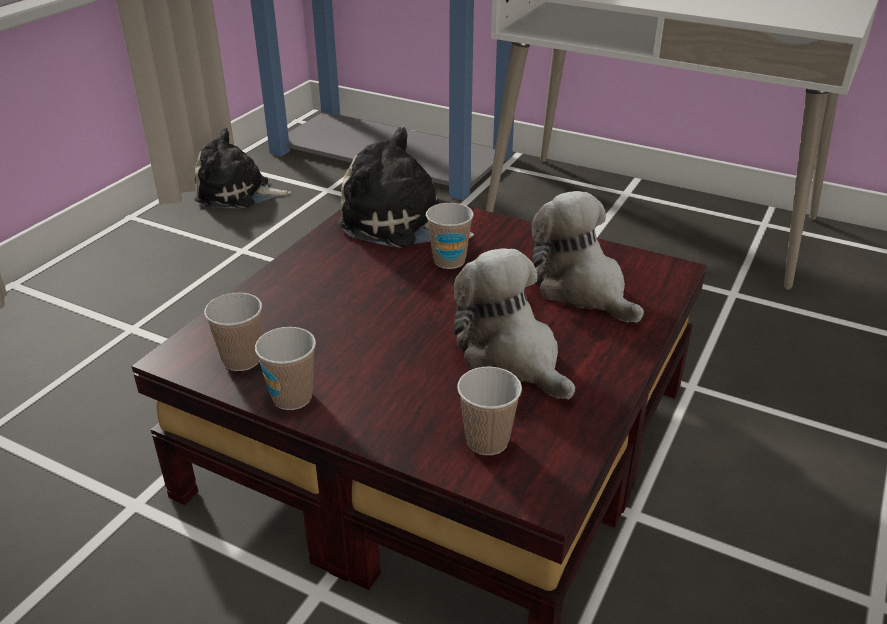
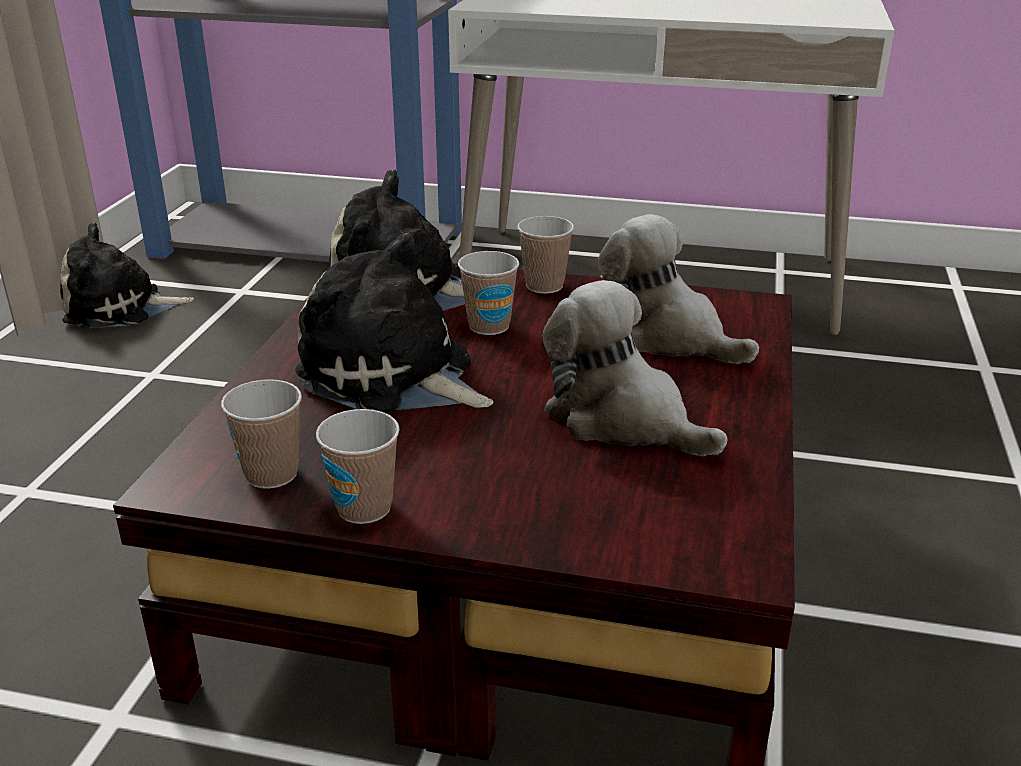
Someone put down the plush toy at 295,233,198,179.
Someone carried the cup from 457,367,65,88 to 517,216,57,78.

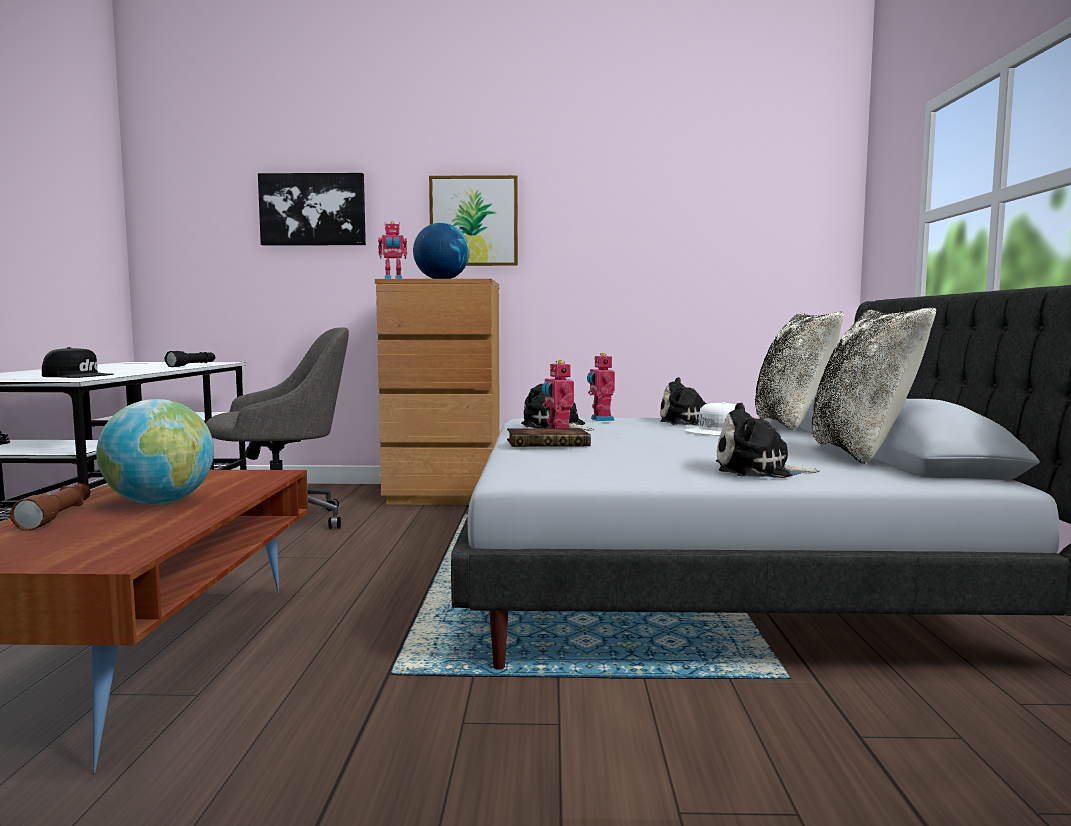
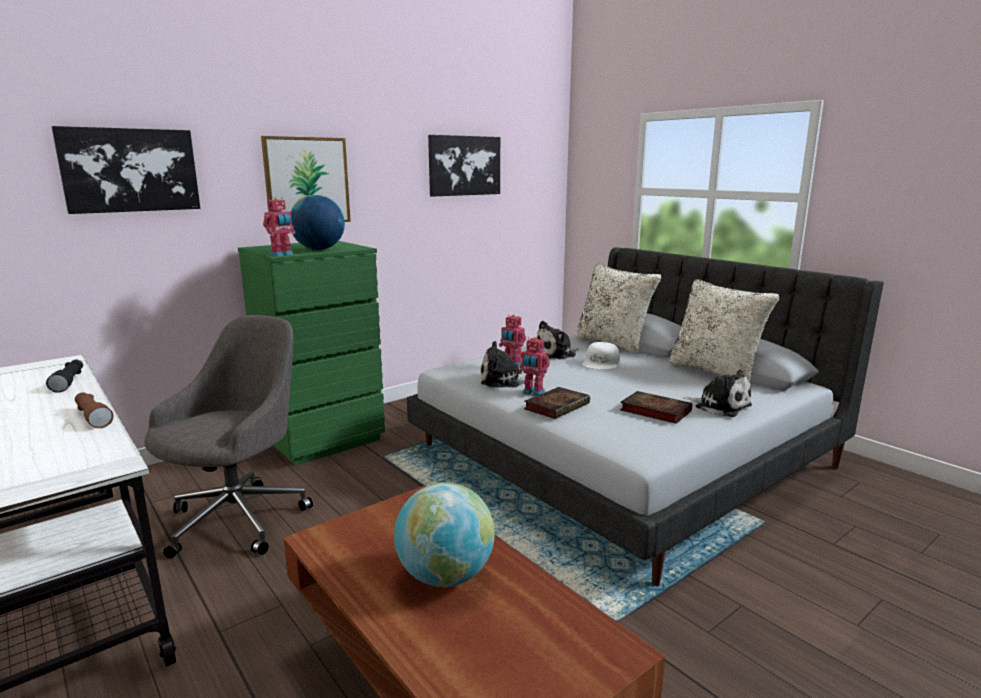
Someone carried the brown flashlight from 10,483,81,48 to 75,393,38,35.
Someone repainted the brown dresser at 375,279,125,226, which became the green dresser at 238,241,147,224.
Someone put up the picture at 428,135,72,62.
Someone put down the book at 620,391,72,33.
Someone rotated the plush toy at 716,402,104,76 by 105 degrees counterclockwise.
Someone took away the black cap at 42,347,72,31.

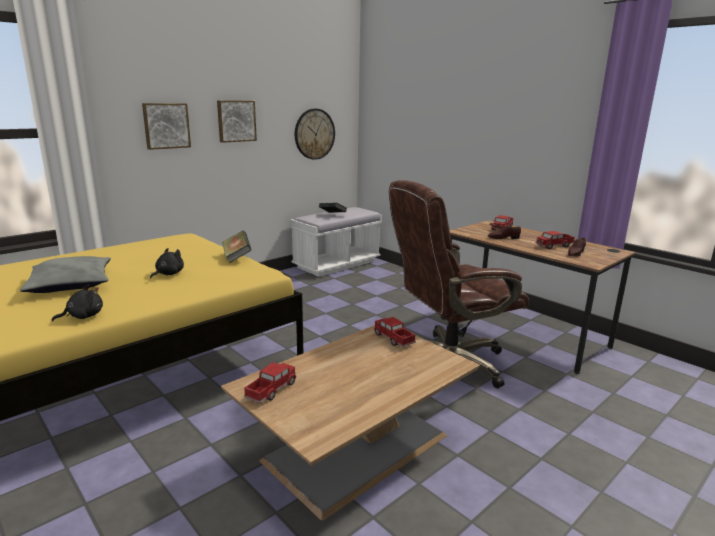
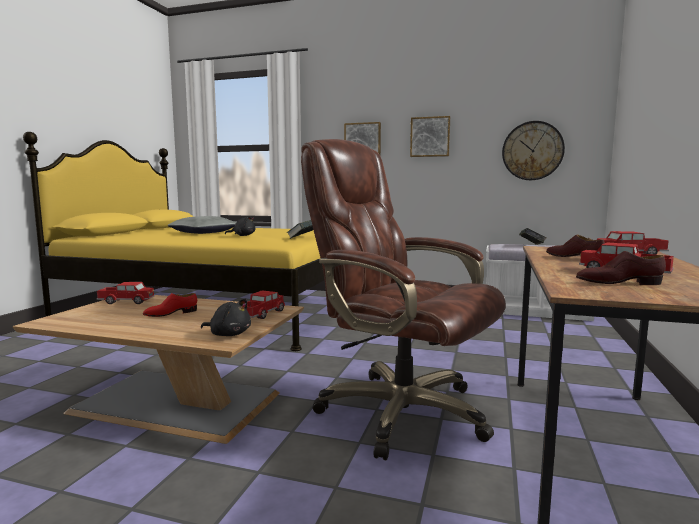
Someone put down the red shoe at 143,293,54,24.
Someone carried the black plush toy from 52,284,51,38 to 201,299,50,37.

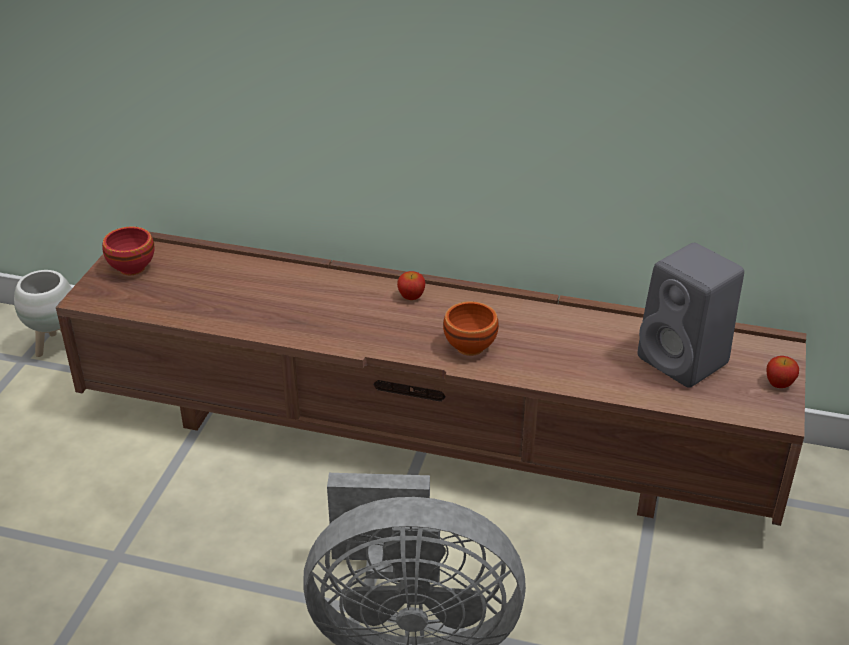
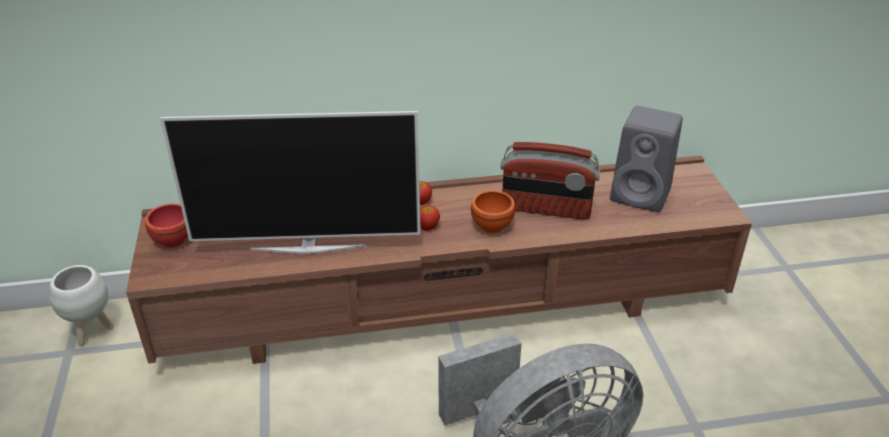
Someone put down the television at 160,111,261,143.
Someone carried the apple from 766,356,33,32 to 420,205,20,26.
Someone put down the radio at 501,142,99,78.

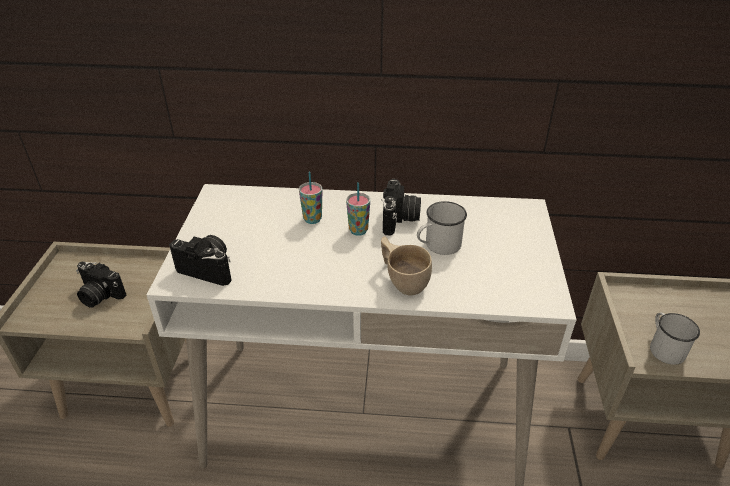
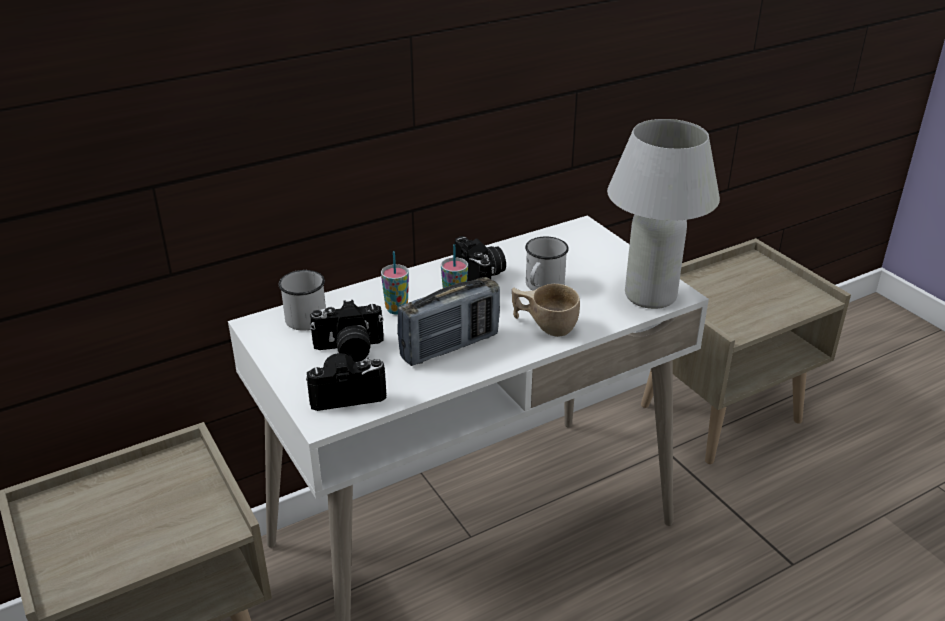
Someone carried the white mug from 650,312,50,53 to 279,270,47,61.
Someone carried the photo camera from 76,261,51,47 to 310,300,74,62.
Someone put down the radio at 397,277,103,89.
Someone put down the white table lamp at 607,119,113,190.

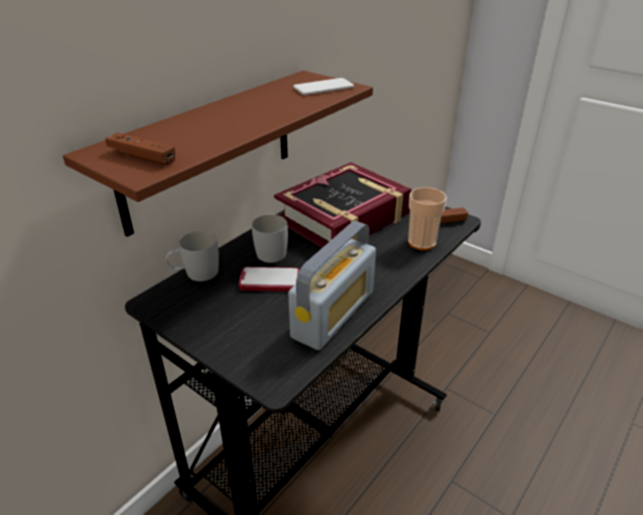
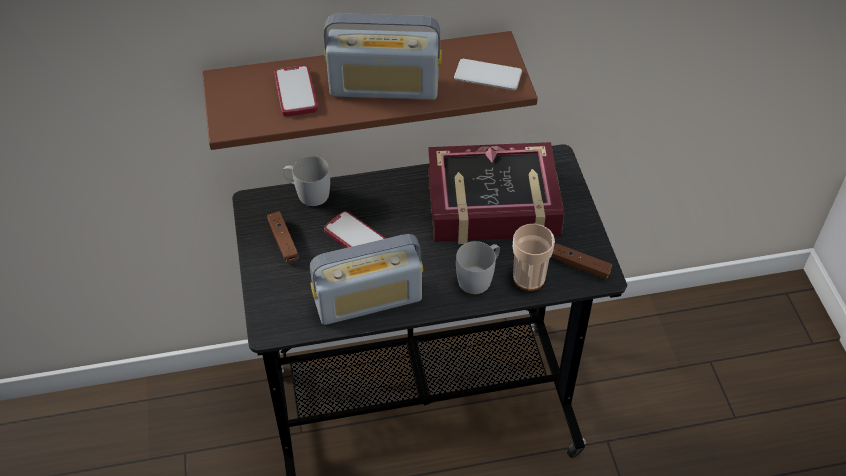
Someone carried the brown game controller from 105,132,71,33 to 267,211,32,52.
Someone put down the phone at 274,66,44,51.
Someone put down the radio at 324,13,118,87.
Someone carried the white mug from 252,215,36,48 to 456,241,44,53.

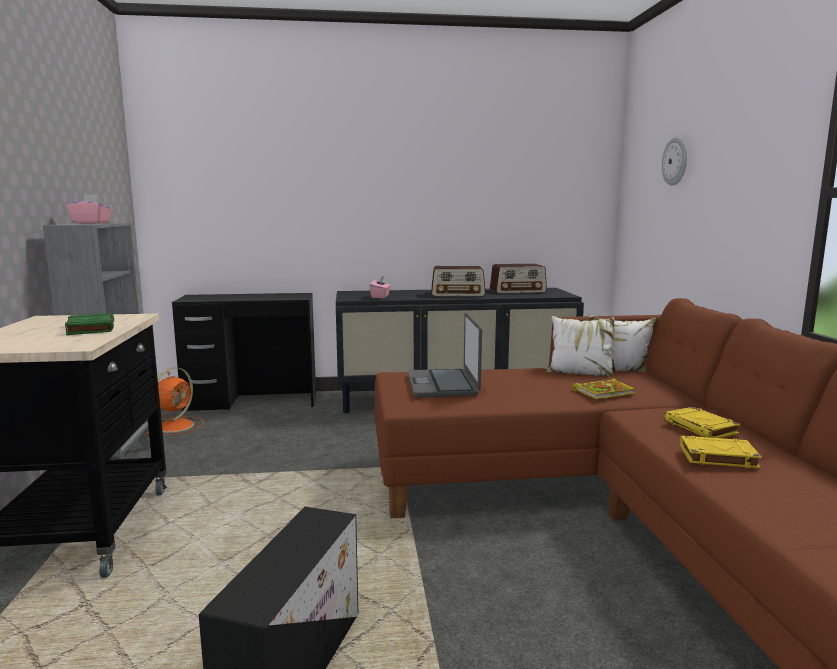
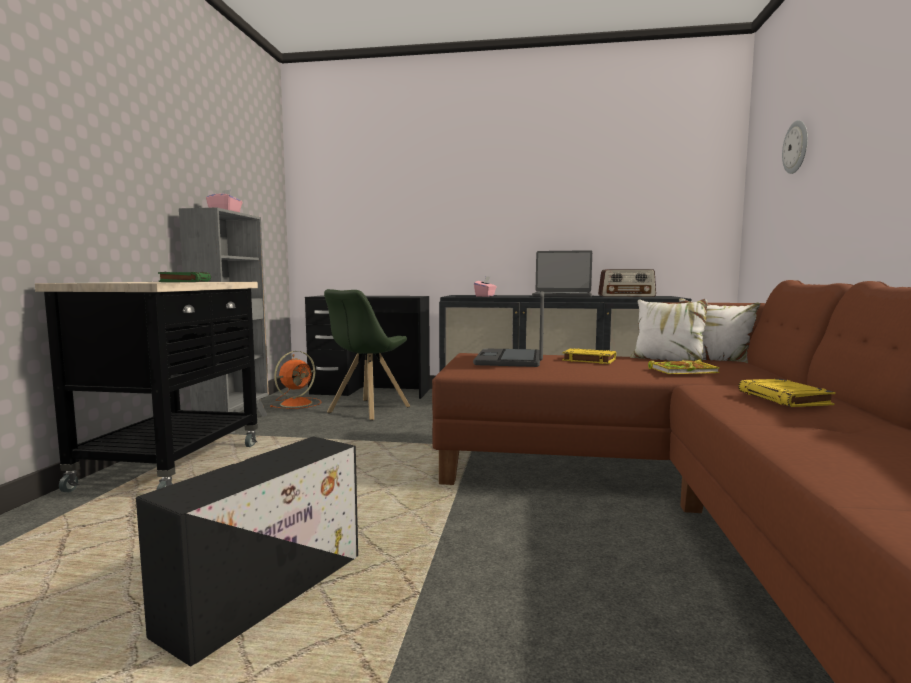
Someone put down the green chair at 324,289,87,131.
Someone swapped the radio at 431,266,55,31 for the laptop at 532,250,60,48.
Someone carried the yellow book from 680,436,82,32 to 562,348,54,16.

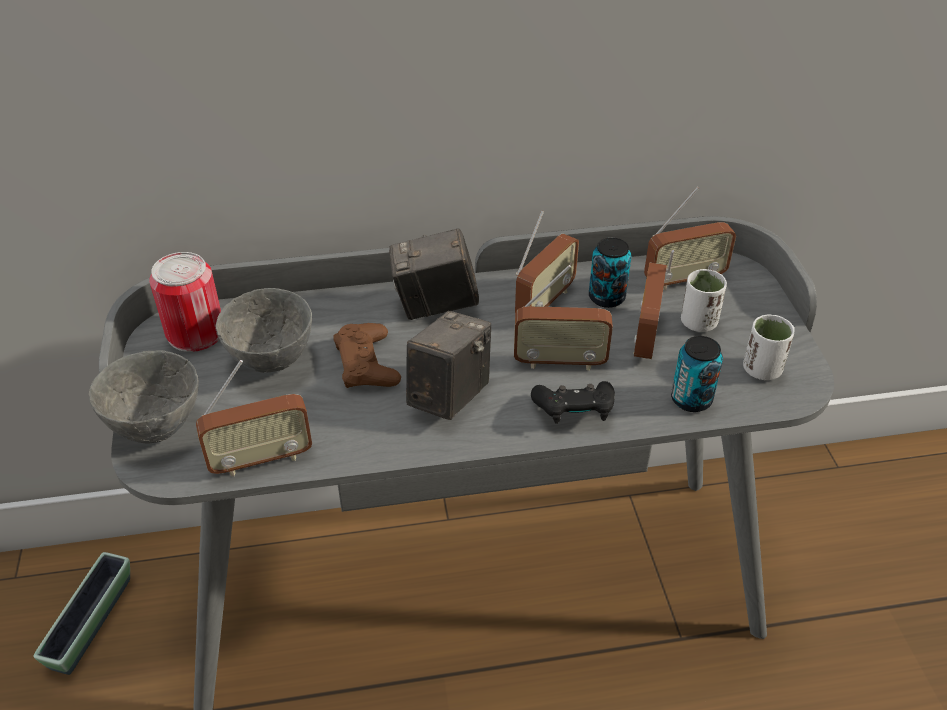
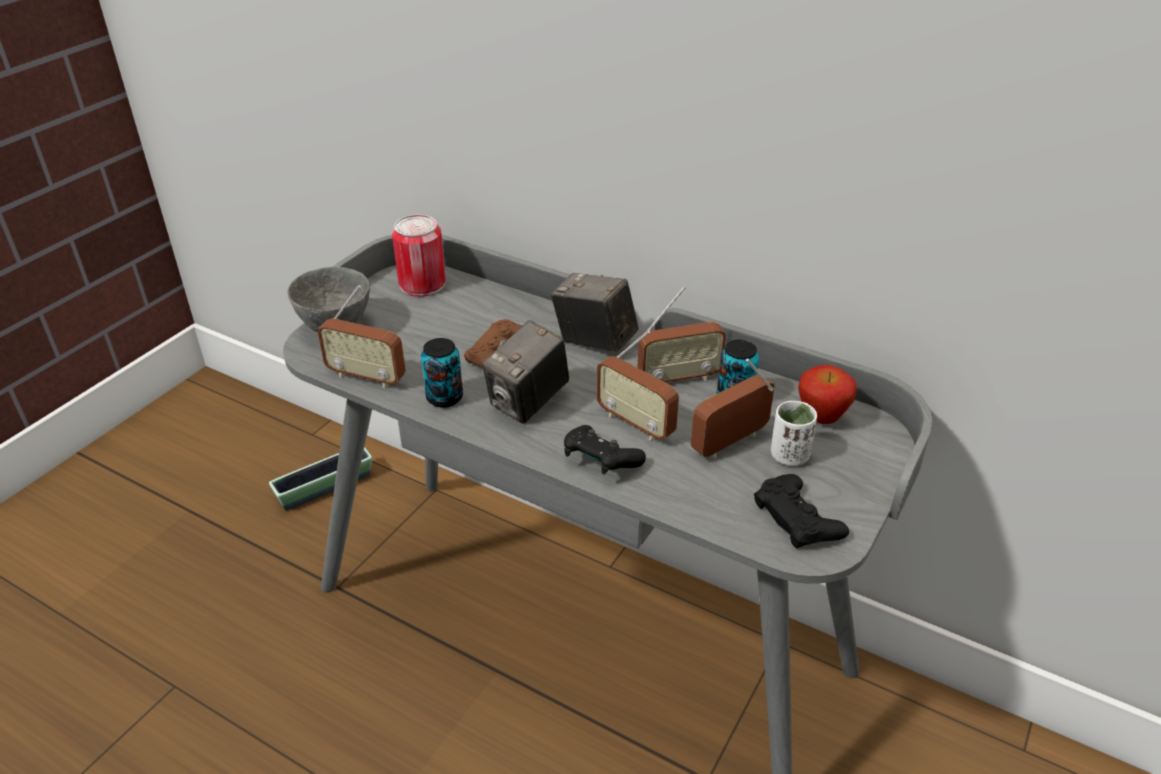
Someone carried the can from 671,336,52,76 to 421,338,42,70.
Someone rotated the photo camera at 406,311,85,109 by 150 degrees clockwise.
Someone swapped the white cup at 743,314,52,66 for the black game controller at 754,474,95,74.
Someone swapped the radio at 644,187,92,104 for the apple at 798,365,59,59.
Someone took away the grey bowl at 216,288,96,85.

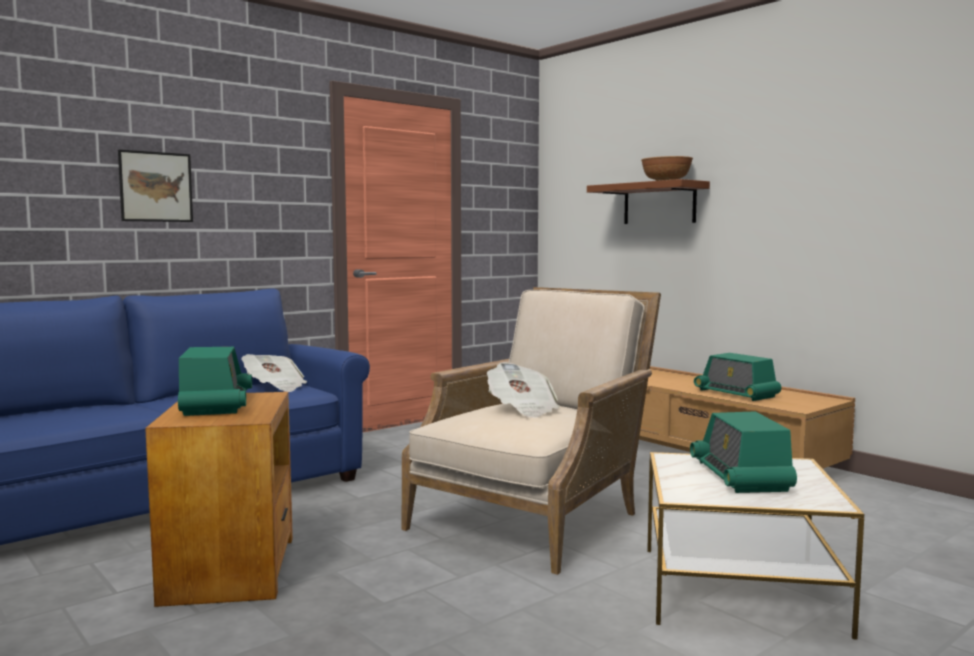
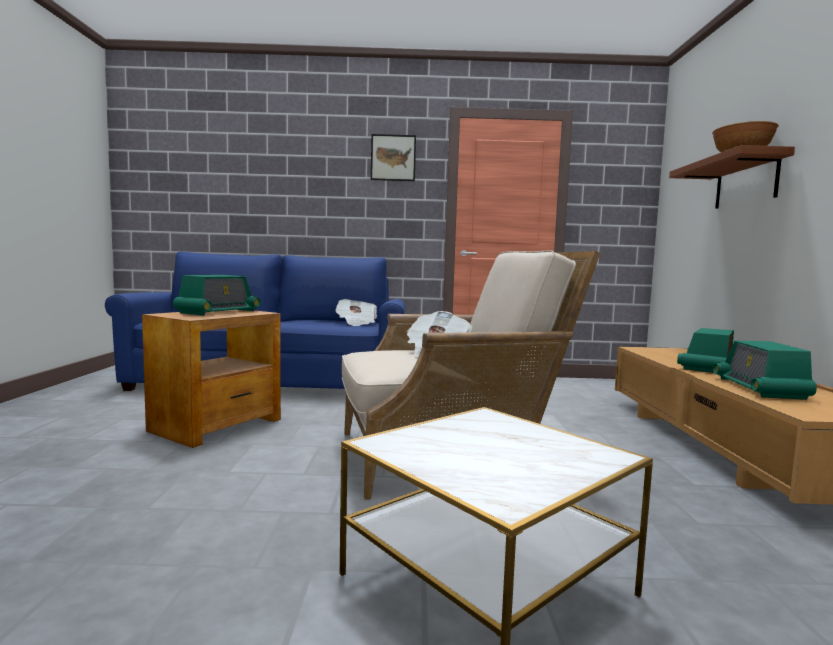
Someone carried the picture from 118,149,75,73 to 371,134,45,47.
Someone carried the radio from 690,411,107,82 to 677,328,57,45.

